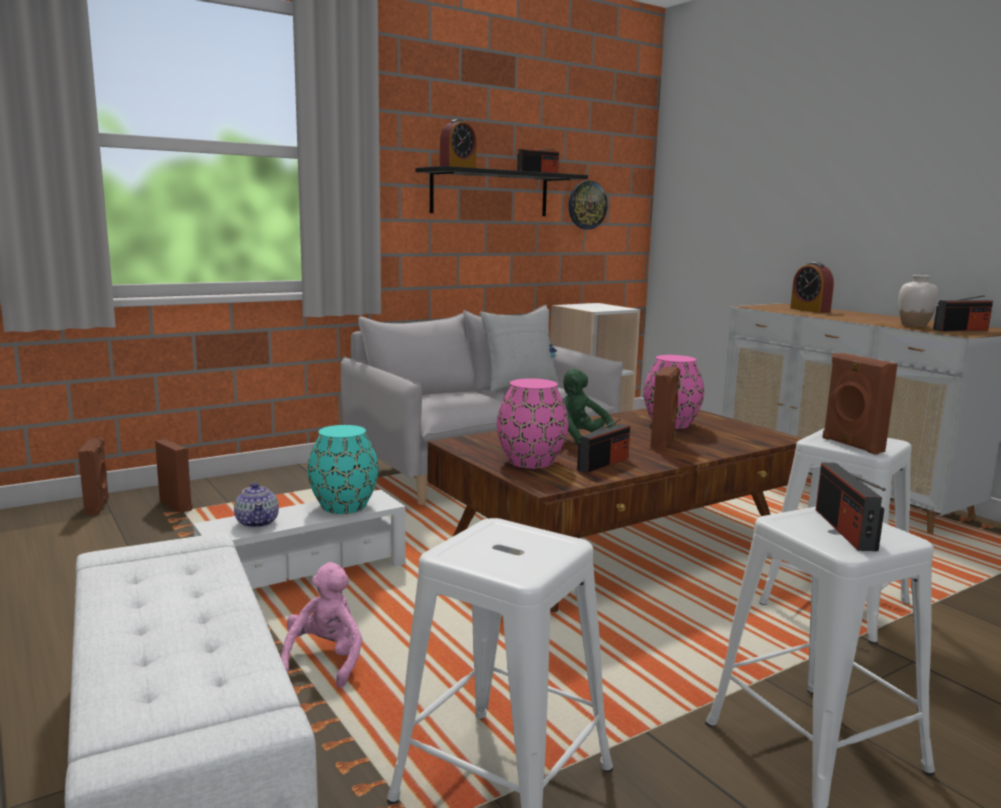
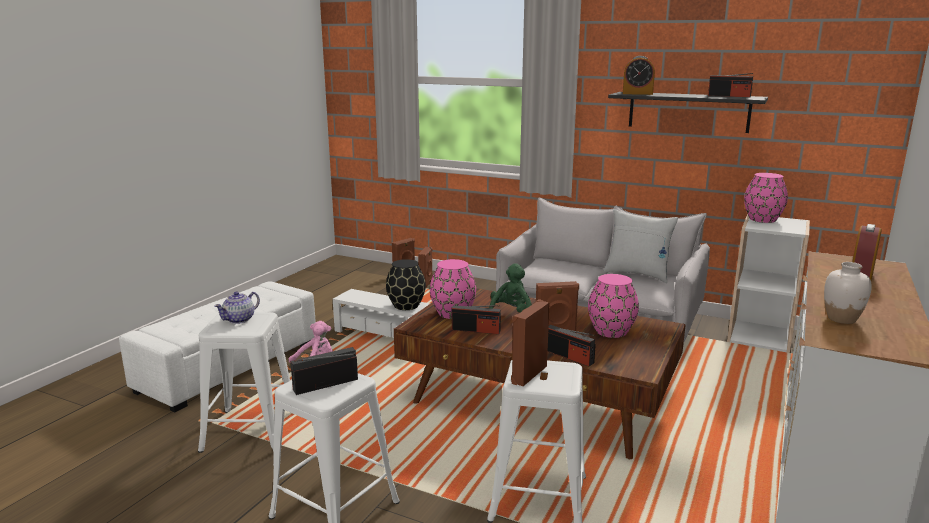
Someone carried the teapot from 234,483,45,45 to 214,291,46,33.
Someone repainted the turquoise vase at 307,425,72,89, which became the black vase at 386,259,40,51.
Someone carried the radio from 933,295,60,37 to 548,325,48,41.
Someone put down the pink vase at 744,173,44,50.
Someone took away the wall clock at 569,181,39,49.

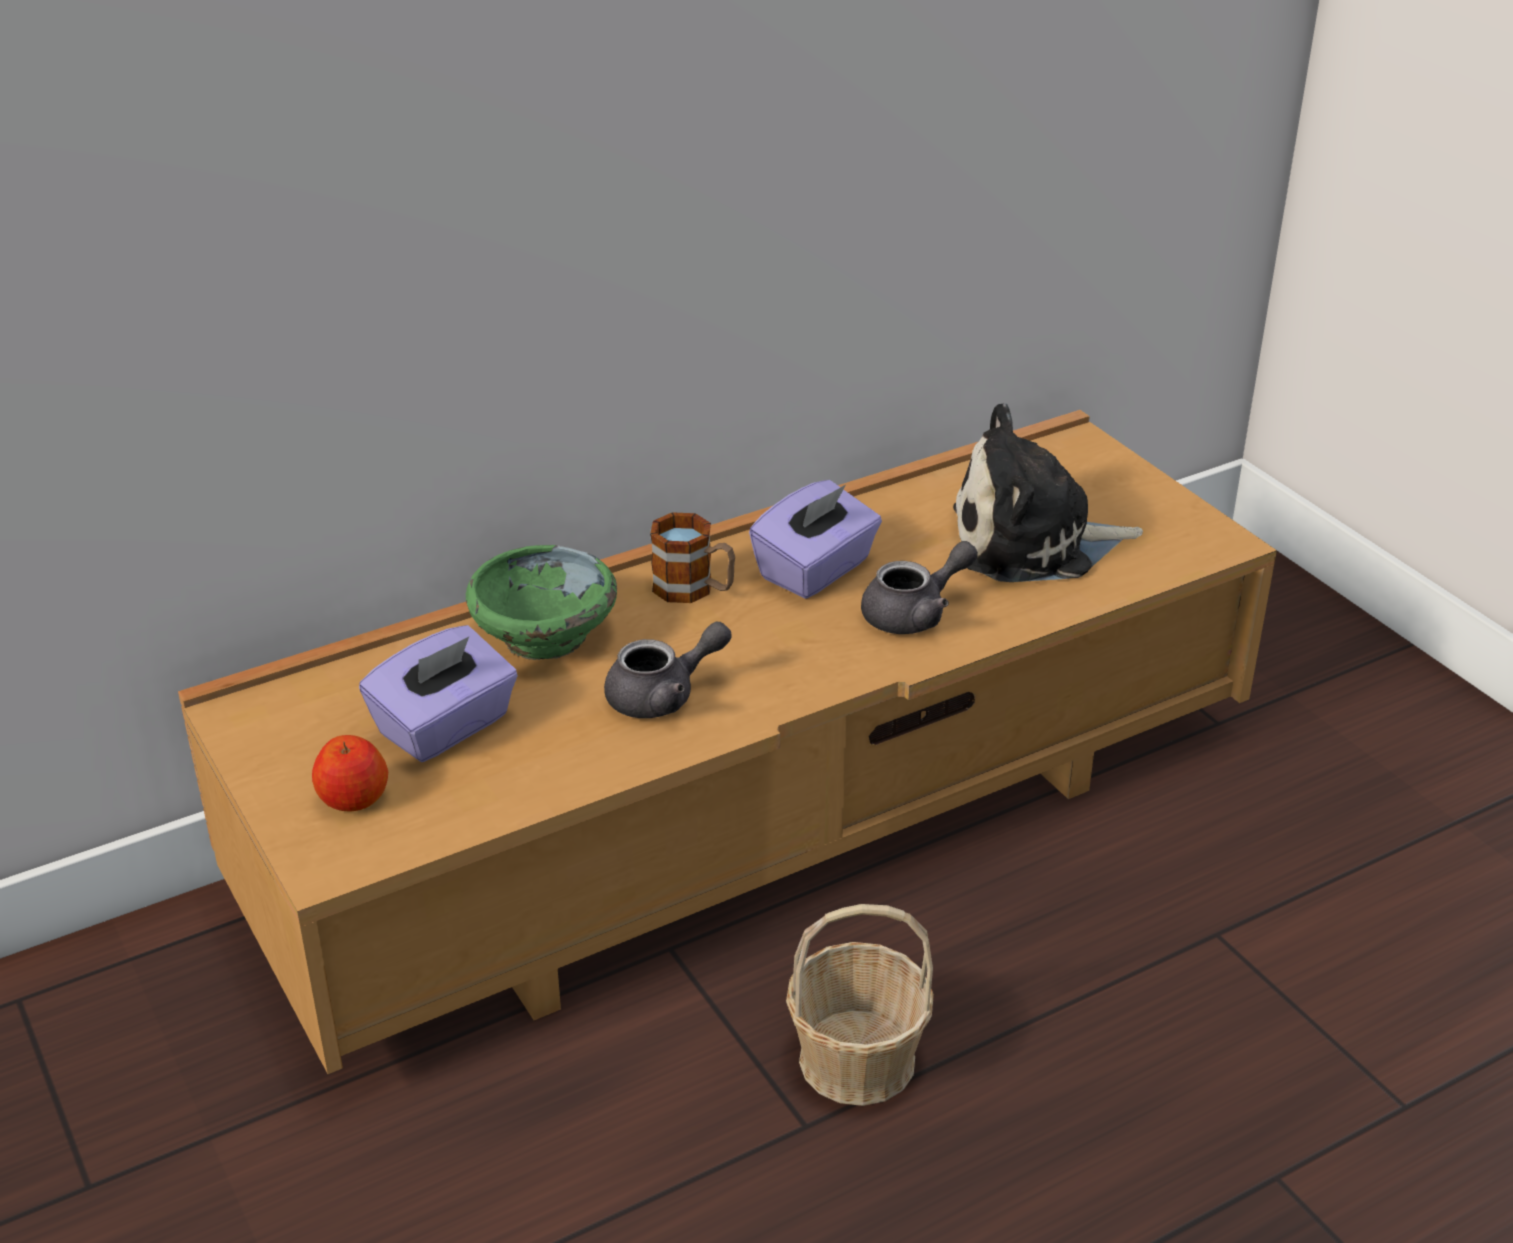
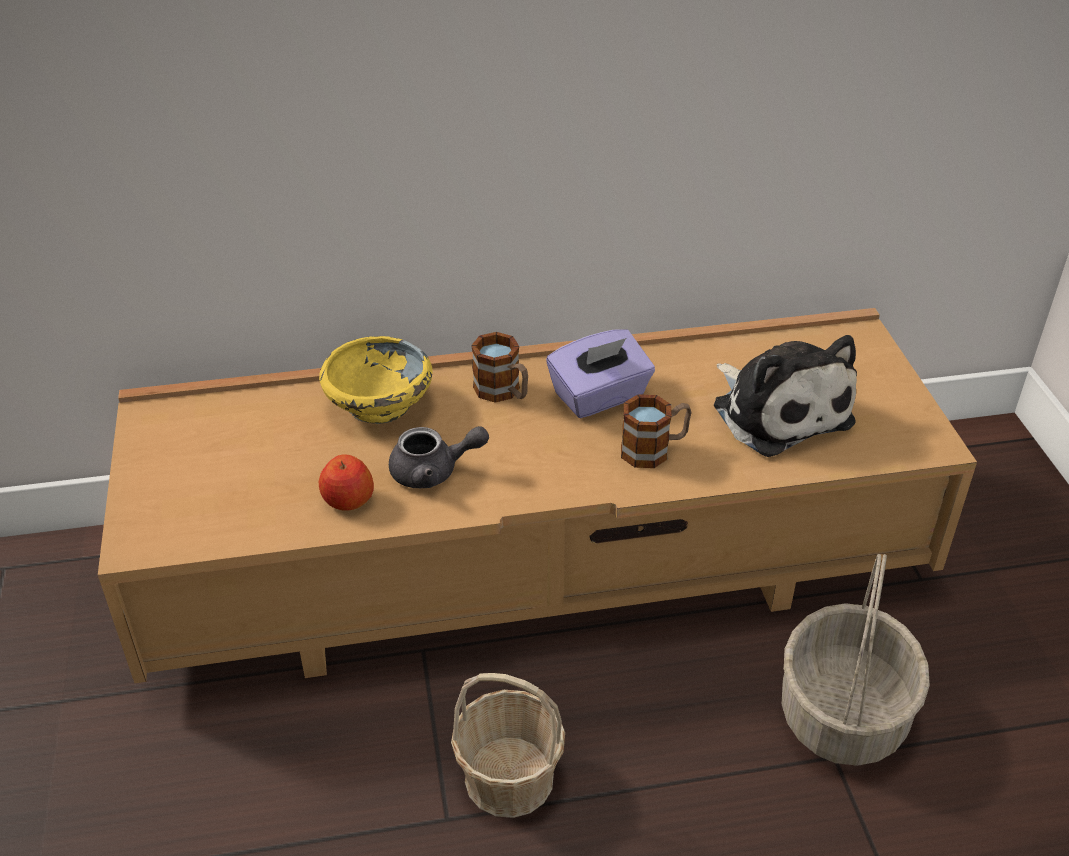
Someone repainted the green bowl at 466,545,151,115, which became the yellow bowl at 319,336,114,88.
Someone carried the apple from 312,735,76,76 to 319,454,55,57.
Someone swapped the grey teapot at 861,541,117,93 for the mug at 621,394,71,74.
Someone rotated the plush toy at 953,403,190,179 by 135 degrees counterclockwise.
Someone put down the basket at 782,554,148,212.
Someone took away the purple tissue box at 359,625,159,137.

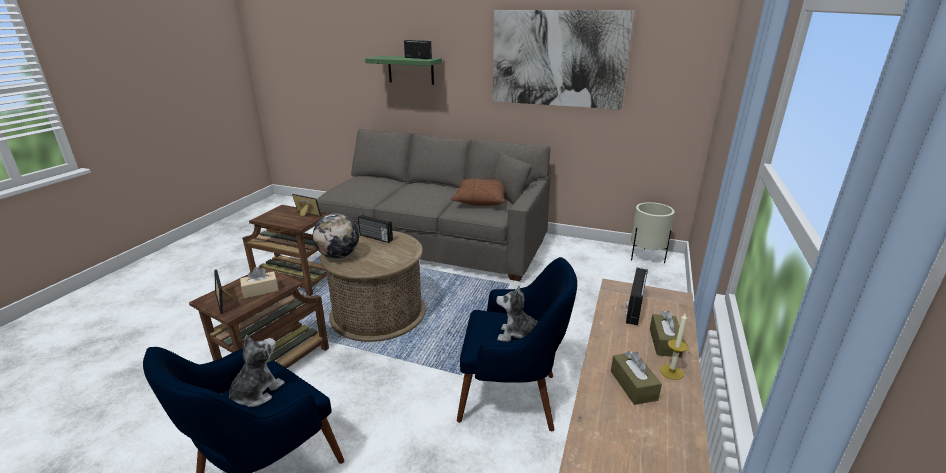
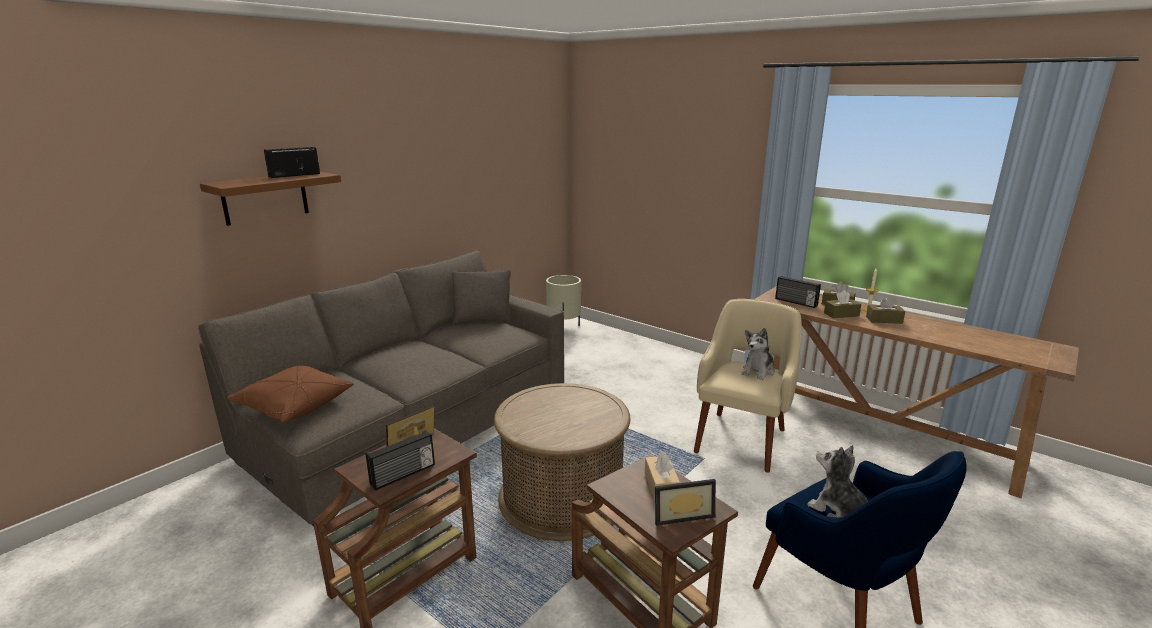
Someone repainted the green shelf at 365,56,77,29, which became the brown shelf at 200,172,141,54.
Someone carried the brown pillow from 451,179,54,27 to 227,365,127,58.
Someone carried the radio from 358,215,35,28 to 366,430,69,61.
Someone repainted the blue armchair at 457,257,120,174, which became the beige armchair at 694,299,108,174.
Someone put down the brown tissue box at 824,290,37,28.
Someone took away the globe at 313,214,46,45.
Someone took away the picture at 492,10,142,100.

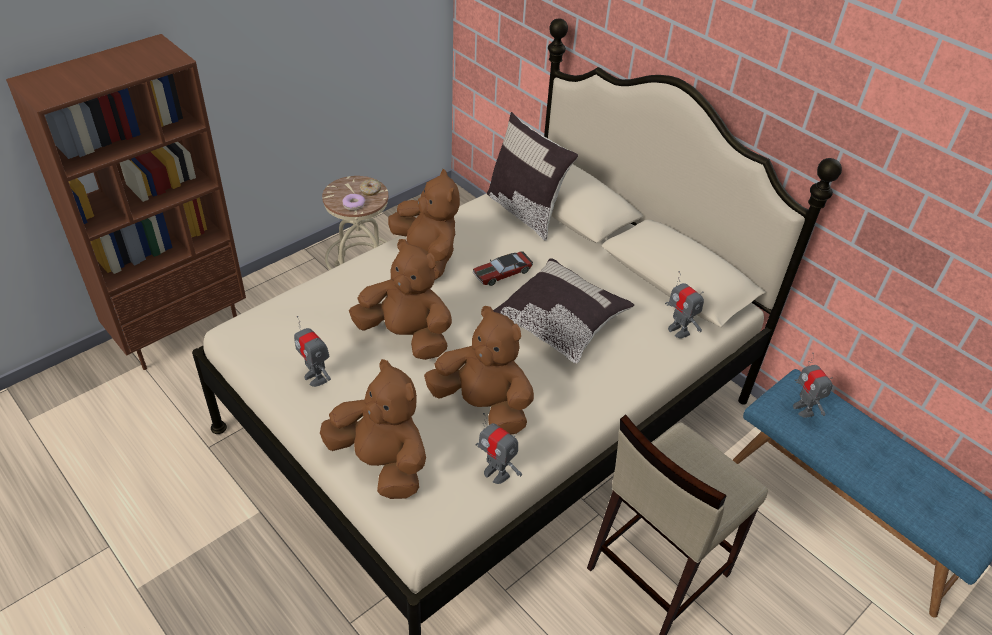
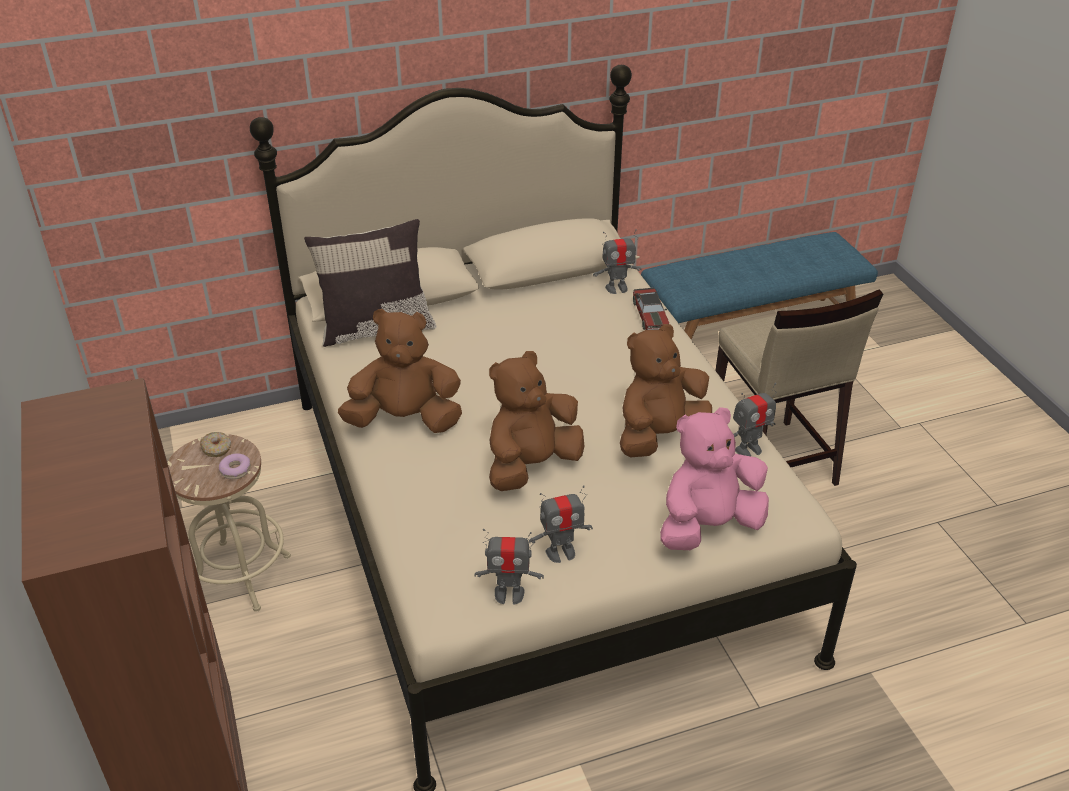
Someone carried the toy robot from 793,352,40,65 to 474,529,70,75.
Someone carried the toy car from 473,252,60,34 to 633,288,36,42.
Someone repainted the brown plush toy at 320,359,106,140, which became the pink plush toy at 660,407,109,143.
Someone took away the pillow at 493,258,141,106.

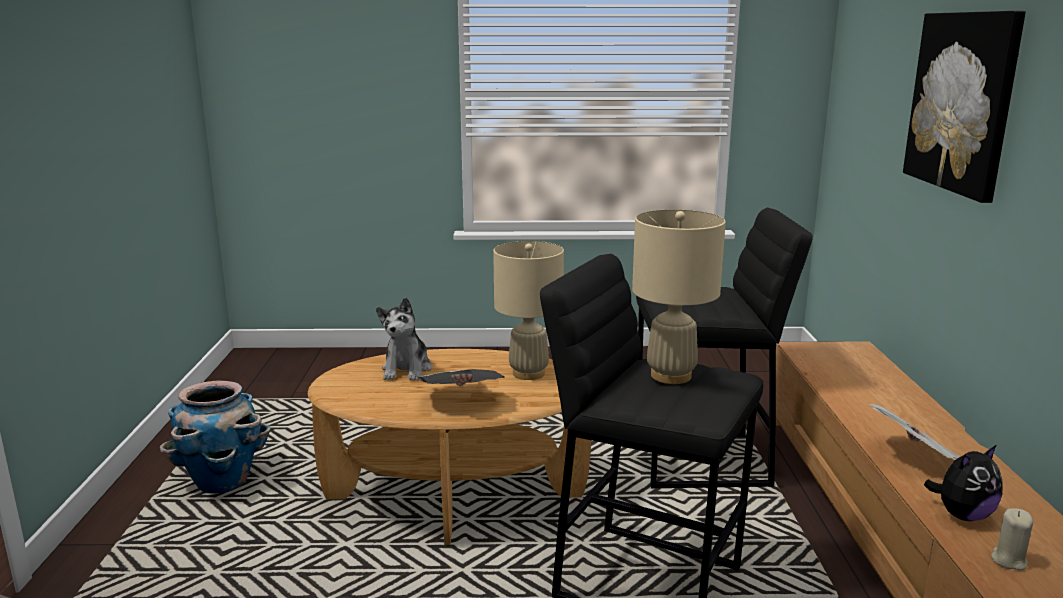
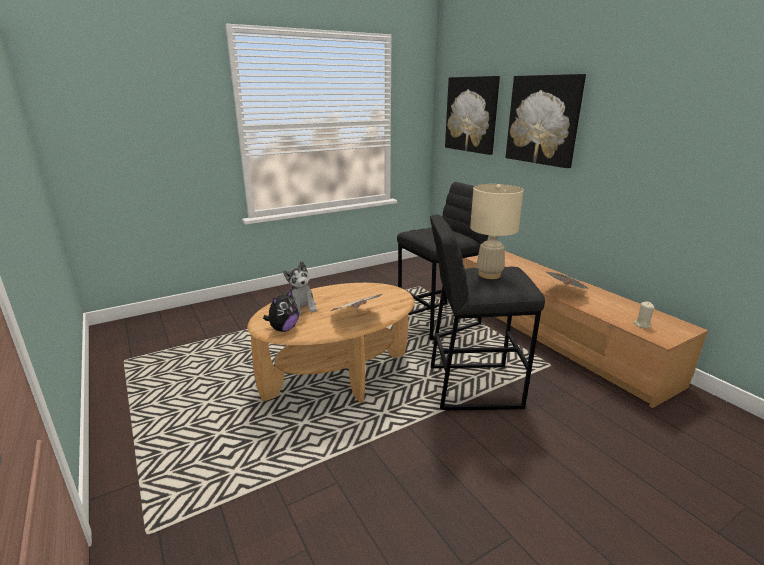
Someone carried the plush toy from 924,445,79,76 to 263,290,36,42.
Someone put up the picture at 445,76,55,79.
Someone took away the planter at 160,381,110,112.
Someone took away the beige table lamp at 493,241,71,139.

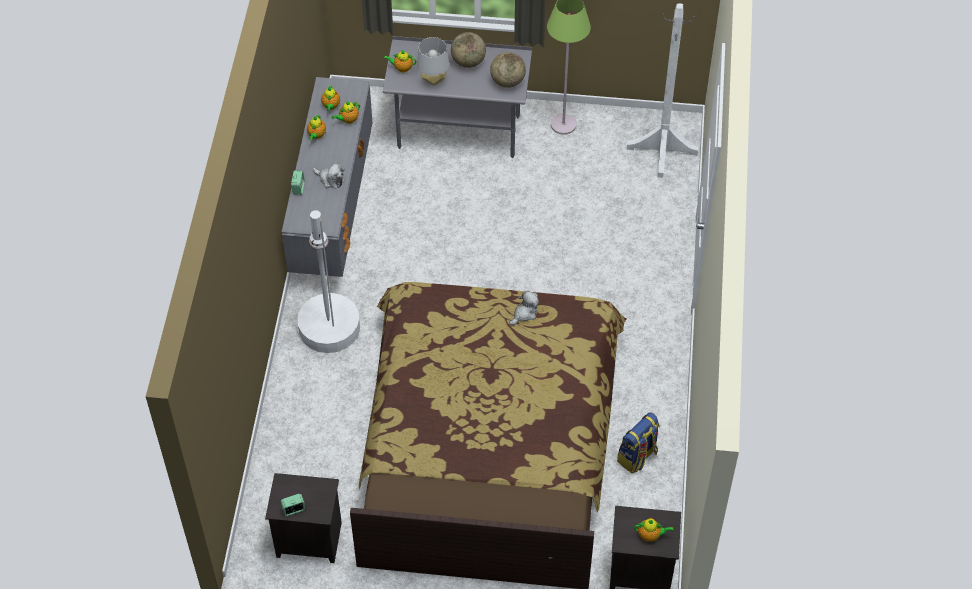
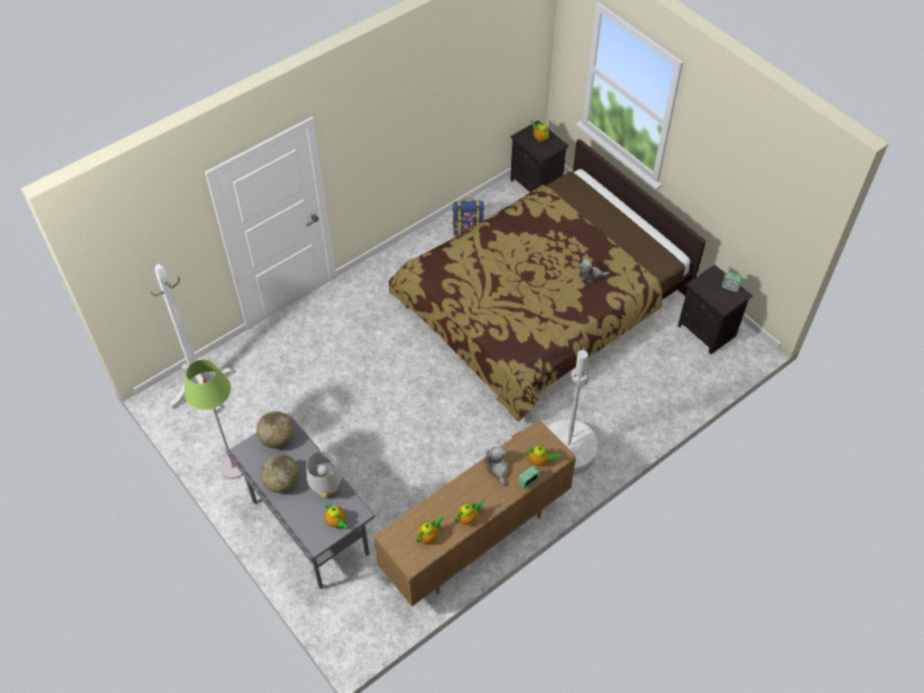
Someone repainted the grey dresser at 282,77,91,200, which became the brown dresser at 374,419,202,187.
Someone carried the teapot from 331,101,29,23 to 525,445,35,21.
Someone carried the plush toy from 509,290,30,35 to 578,259,32,24.

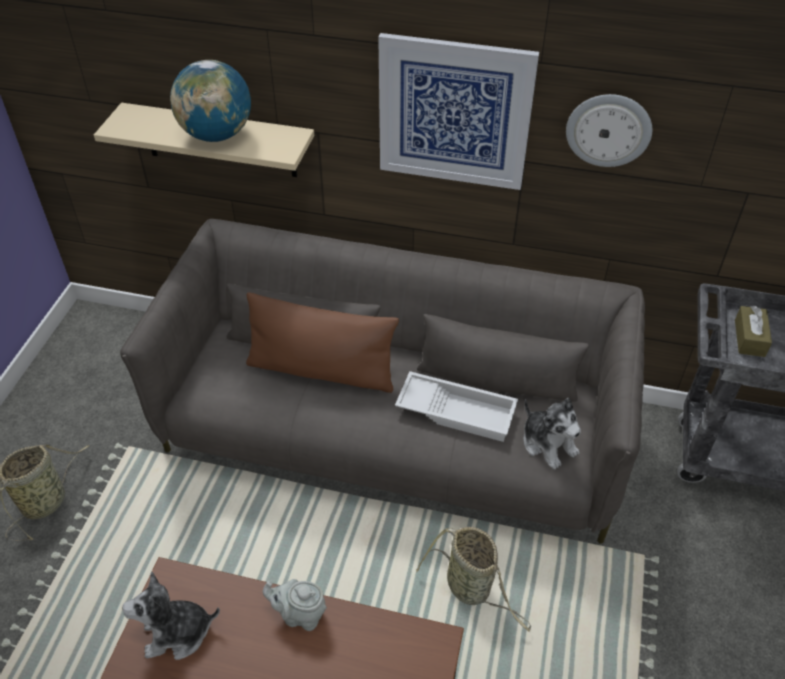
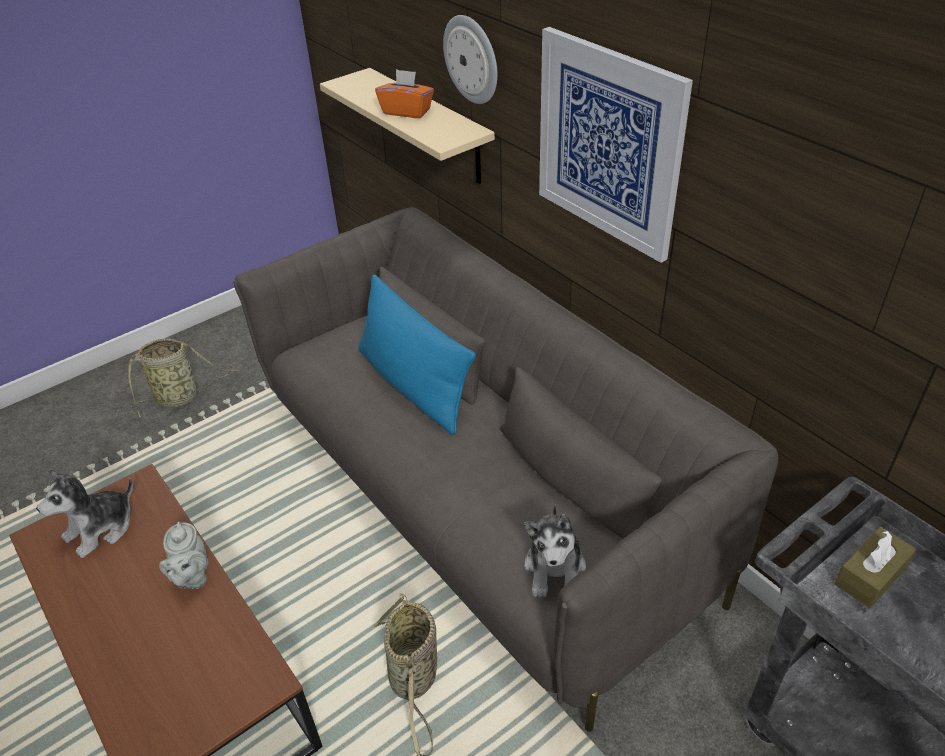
Someone rotated the plush toy at 122,571,98,89 by 75 degrees counterclockwise.
Someone rotated the grey teapot at 263,579,64,52 by 150 degrees counterclockwise.
Someone repainted the brown pillow at 246,292,153,101, which became the blue pillow at 358,275,118,160.
Someone swapped the globe at 170,60,81,82 for the orange tissue box at 375,69,59,49.
Someone carried the wall clock from 566,94,86,73 to 443,15,55,89.
Someone took away the white tray at 395,371,123,71.

